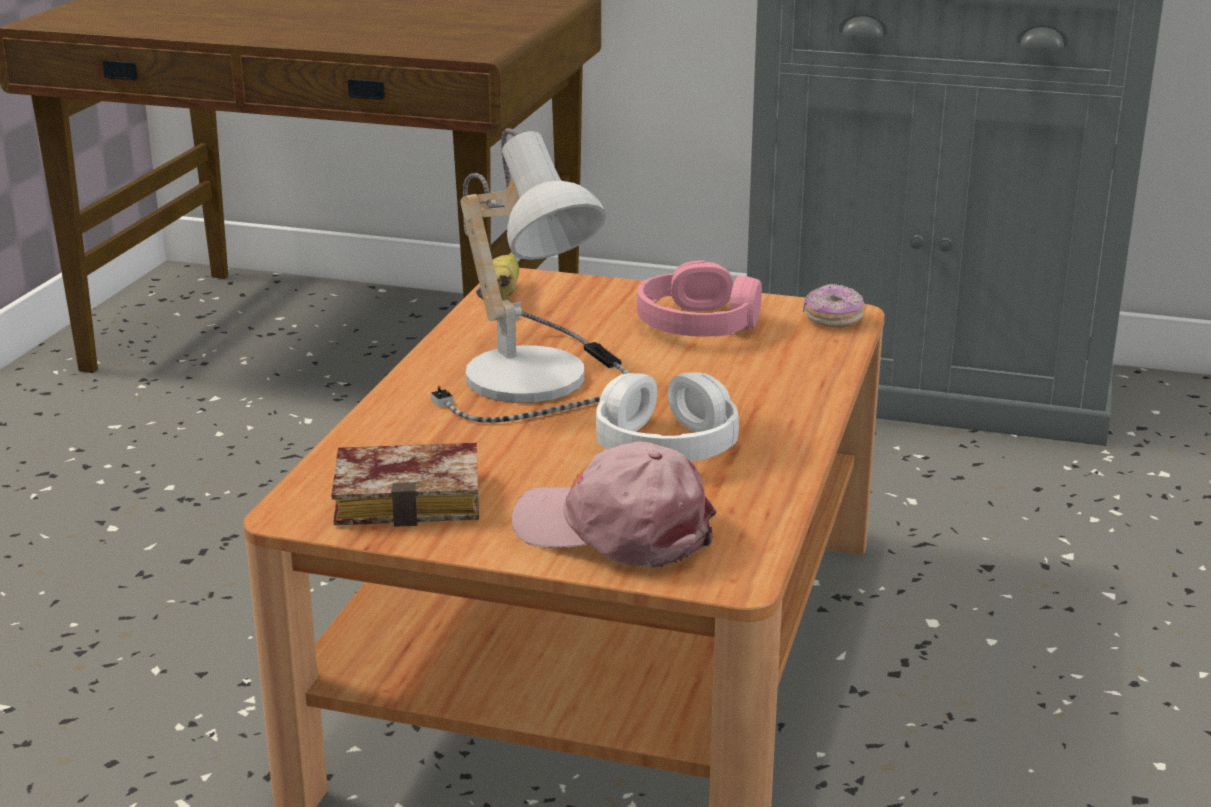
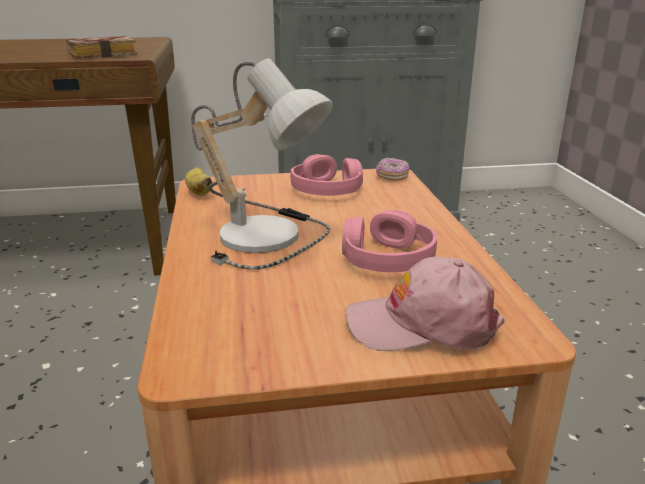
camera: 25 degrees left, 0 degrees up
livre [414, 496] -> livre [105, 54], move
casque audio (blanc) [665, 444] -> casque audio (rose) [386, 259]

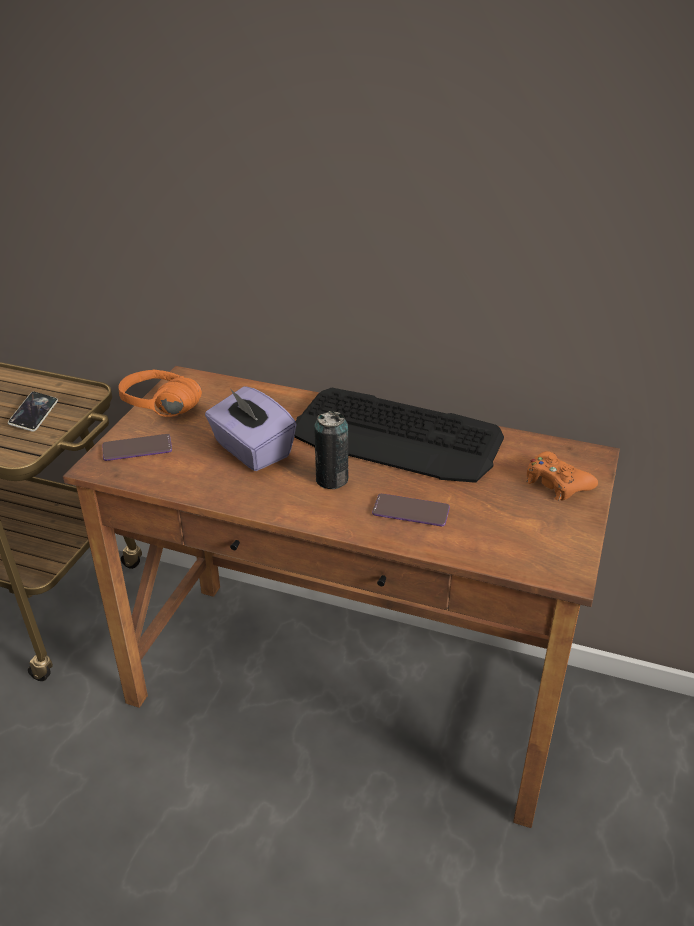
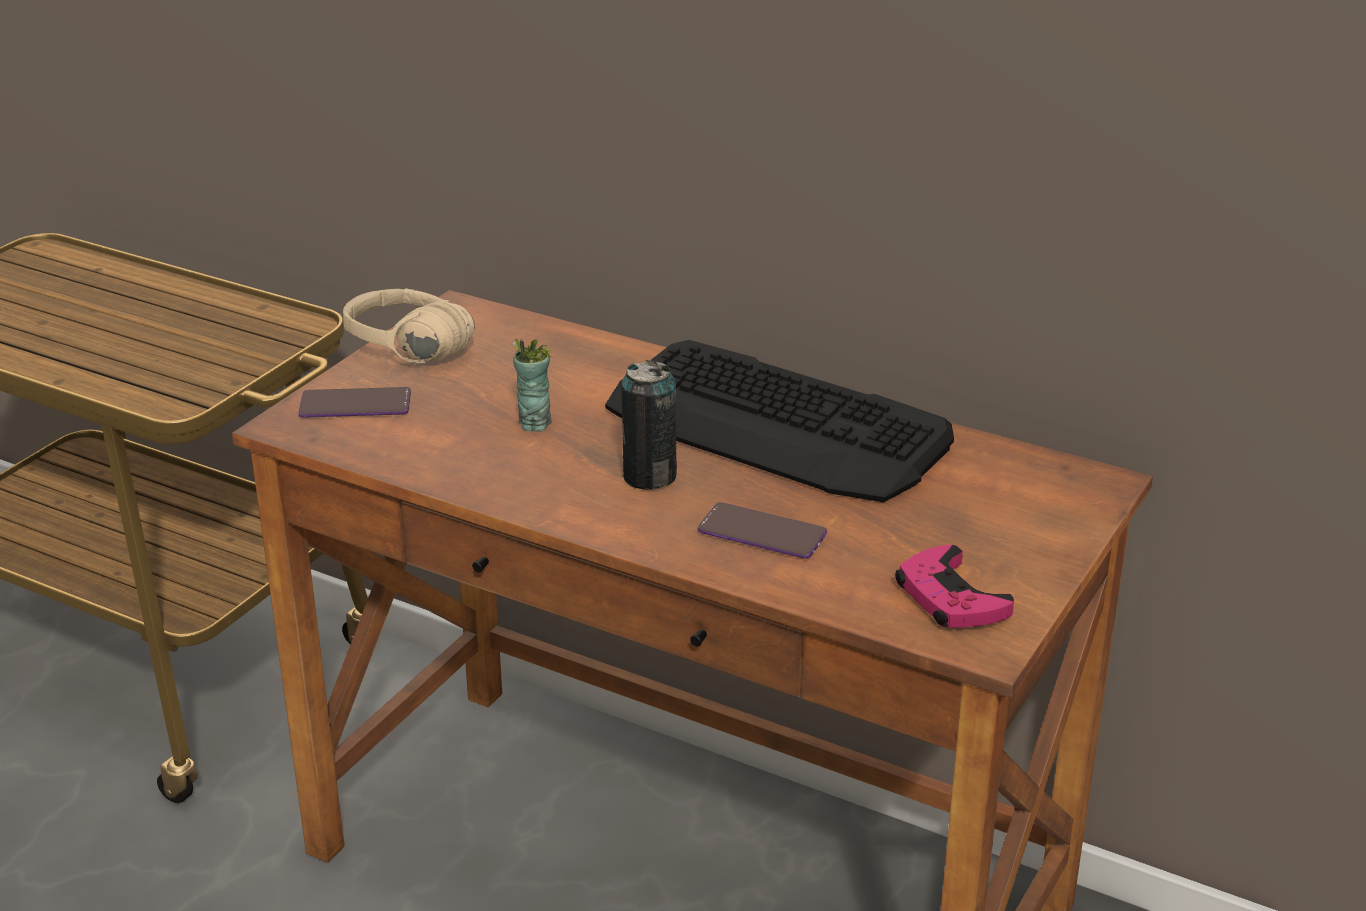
camera: 10 degrees right, 5 degrees down
casque audio (orange) [155, 412] -> casque audio (beige) [397, 355]
boîte à mouchoirs (violet) [251, 450] -> tasse [534, 423]
none -> manette (rose) [950, 598]
téléphone [34, 415] -> none
manette (orange) [557, 483] -> none

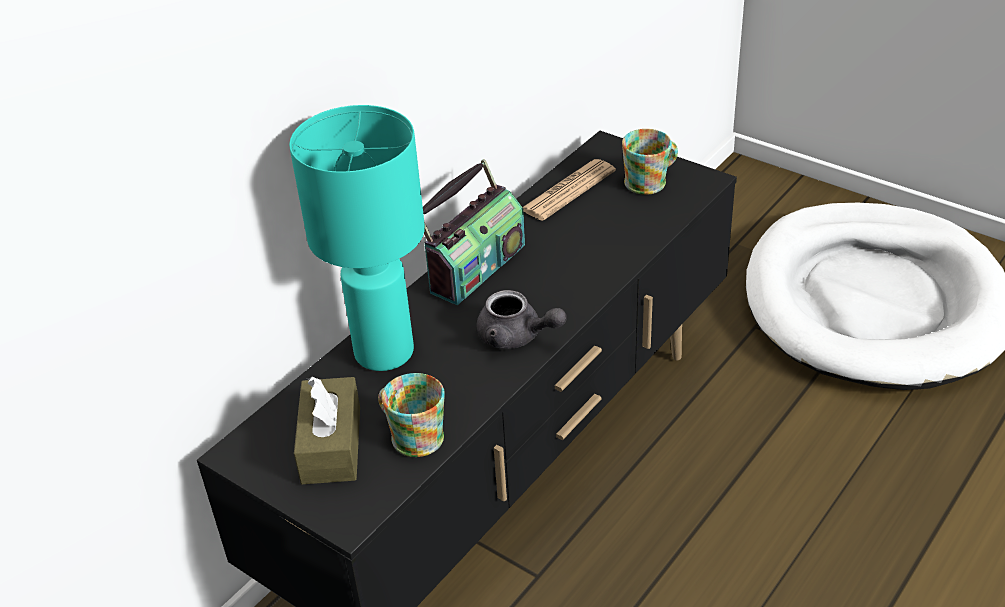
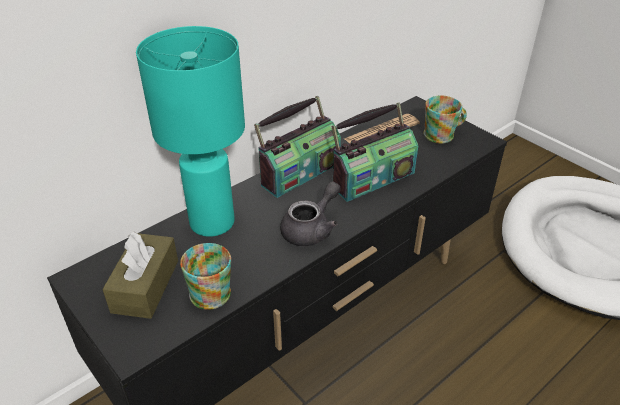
camera: 10 degrees right, 0 degrees up
théière (gris) [517, 337] -> théière (gris) [311, 229], 90 degrees counterclockwise
none -> radio [372, 179]

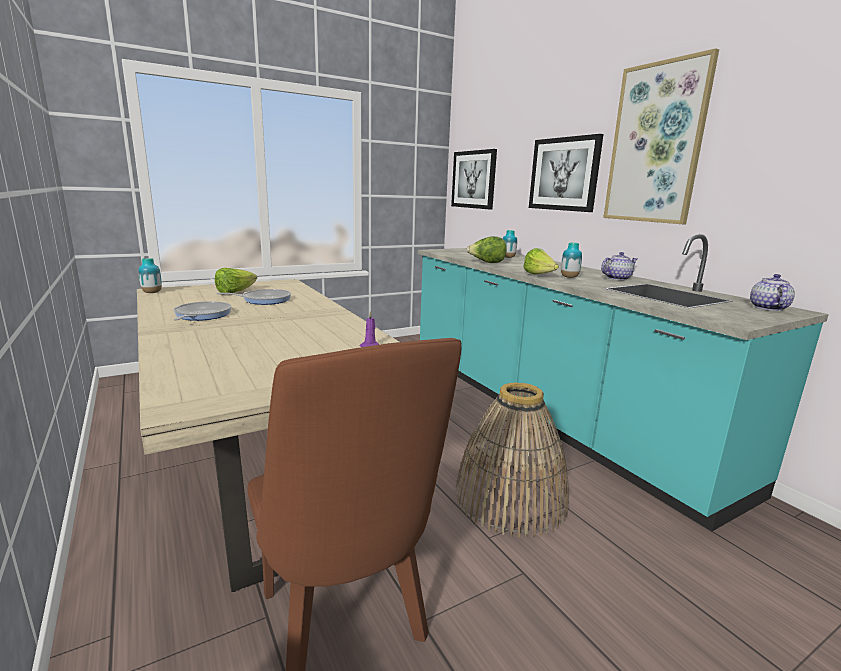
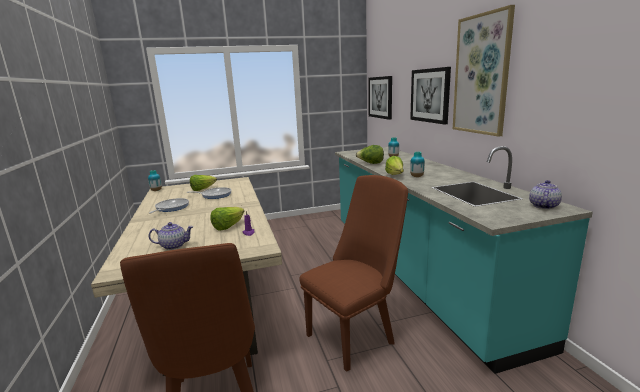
camera: 15 degrees right, 0 degrees up
théière [617, 278] -> théière [174, 246], move
none -> laitue [228, 227]
panier [510, 498] -> chaise (marron) [355, 335]

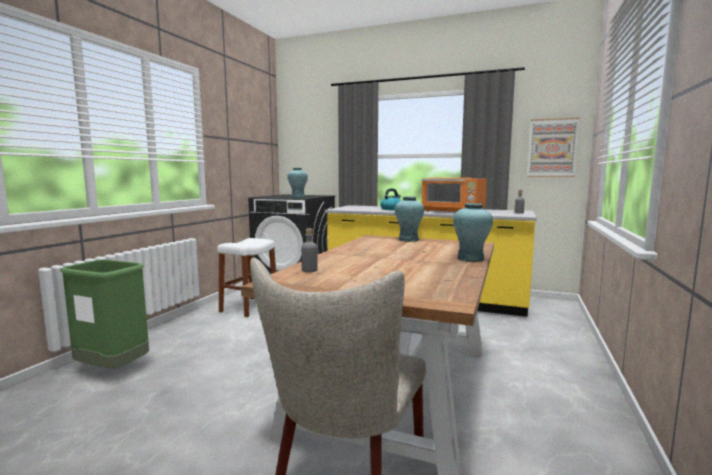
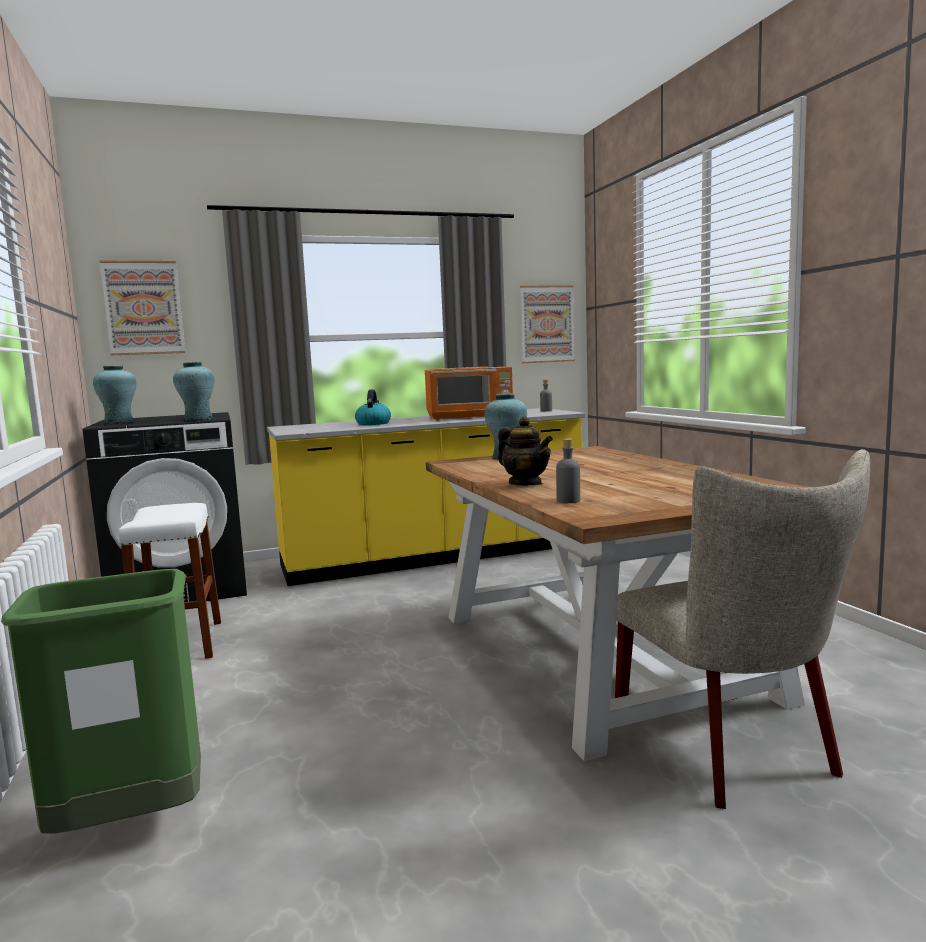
camera: 40 degrees left, 0 degrees up
vase (turquoise) [470, 259] -> vase (turquoise) [119, 423], move
none -> tableau [143, 308]
none -> théière [525, 484]

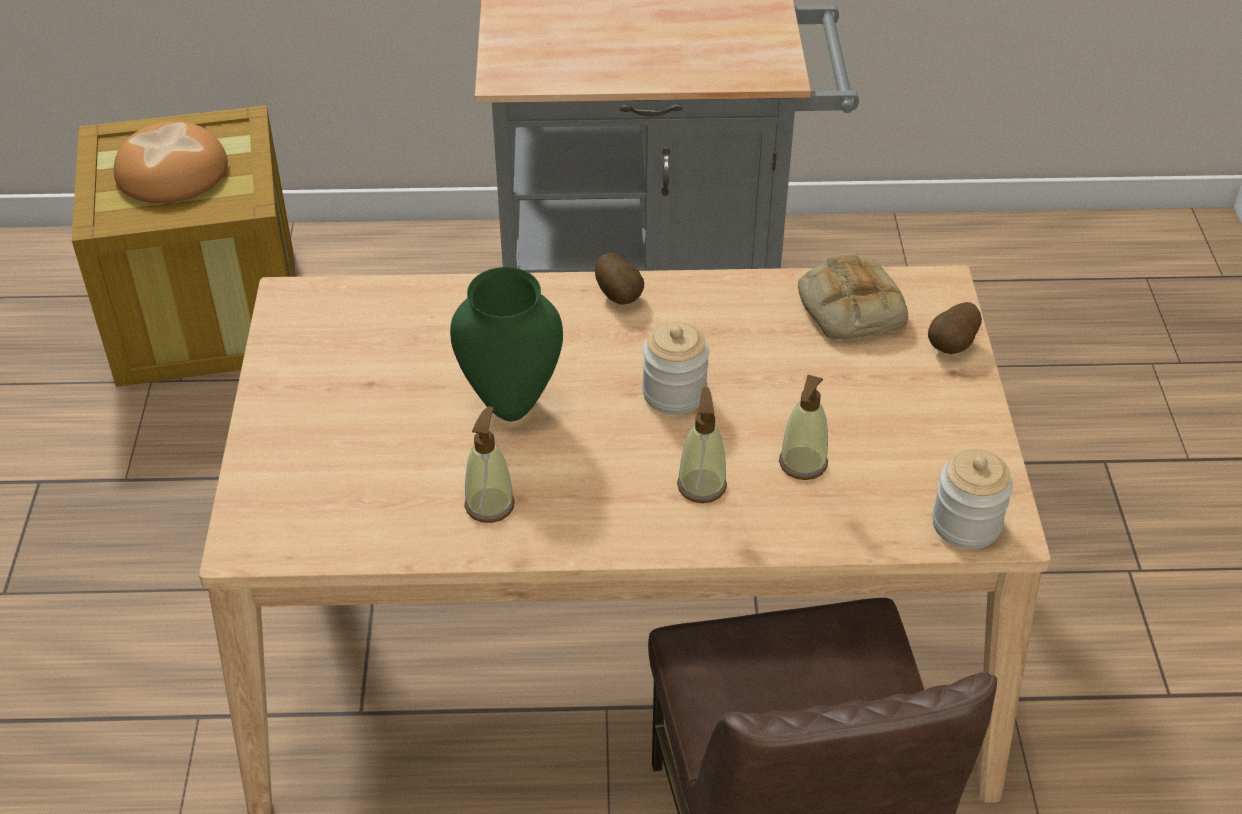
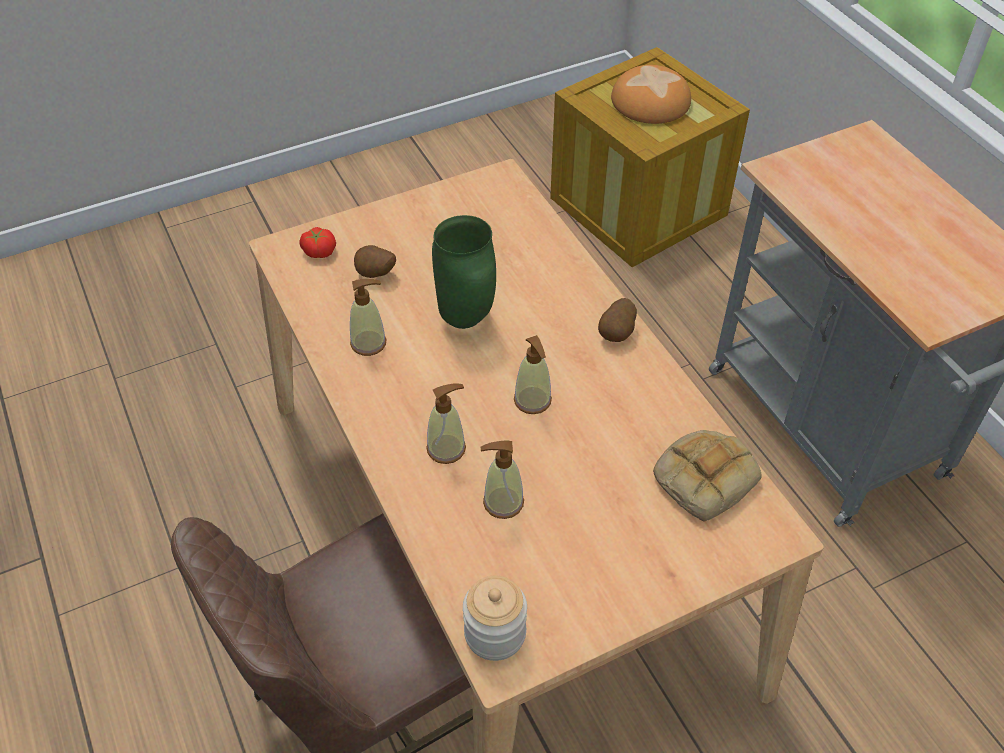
camera: 65 degrees right, 5 degrees up
none -> tomate [319, 251]
pomme de terre [952, 346] -> pomme de terre [375, 275], move
bocal [674, 393] -> distributeur de savon [532, 400]

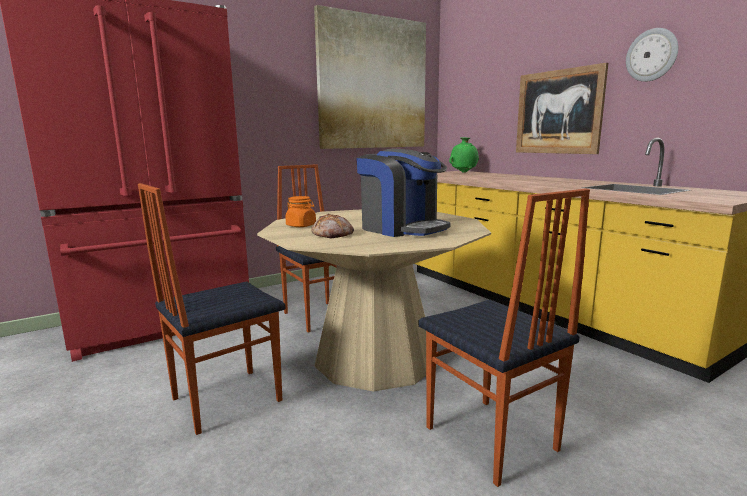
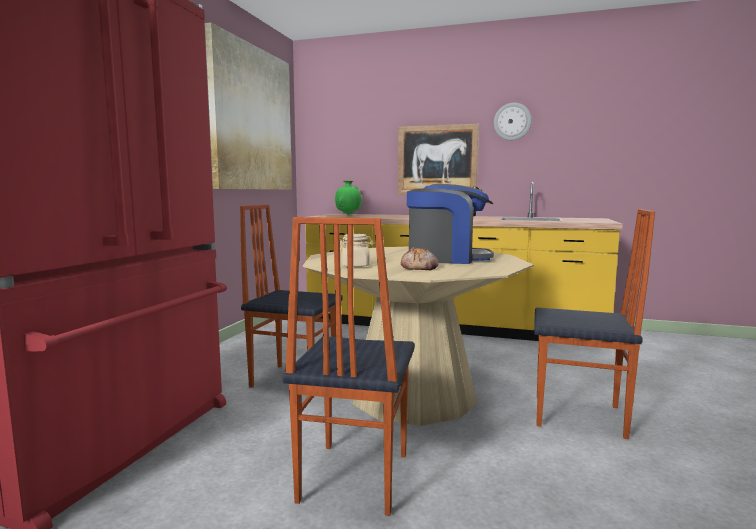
camera: 40 degrees left, 5 degrees down
bocal (orange) [301, 225] -> bocal (beige) [355, 266]

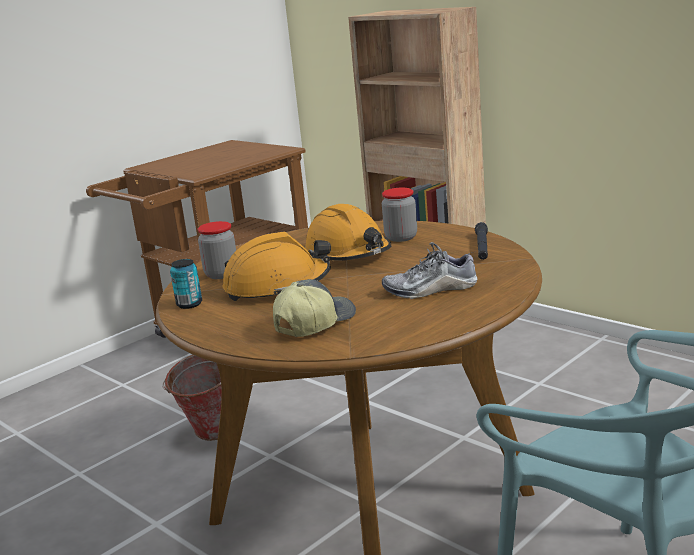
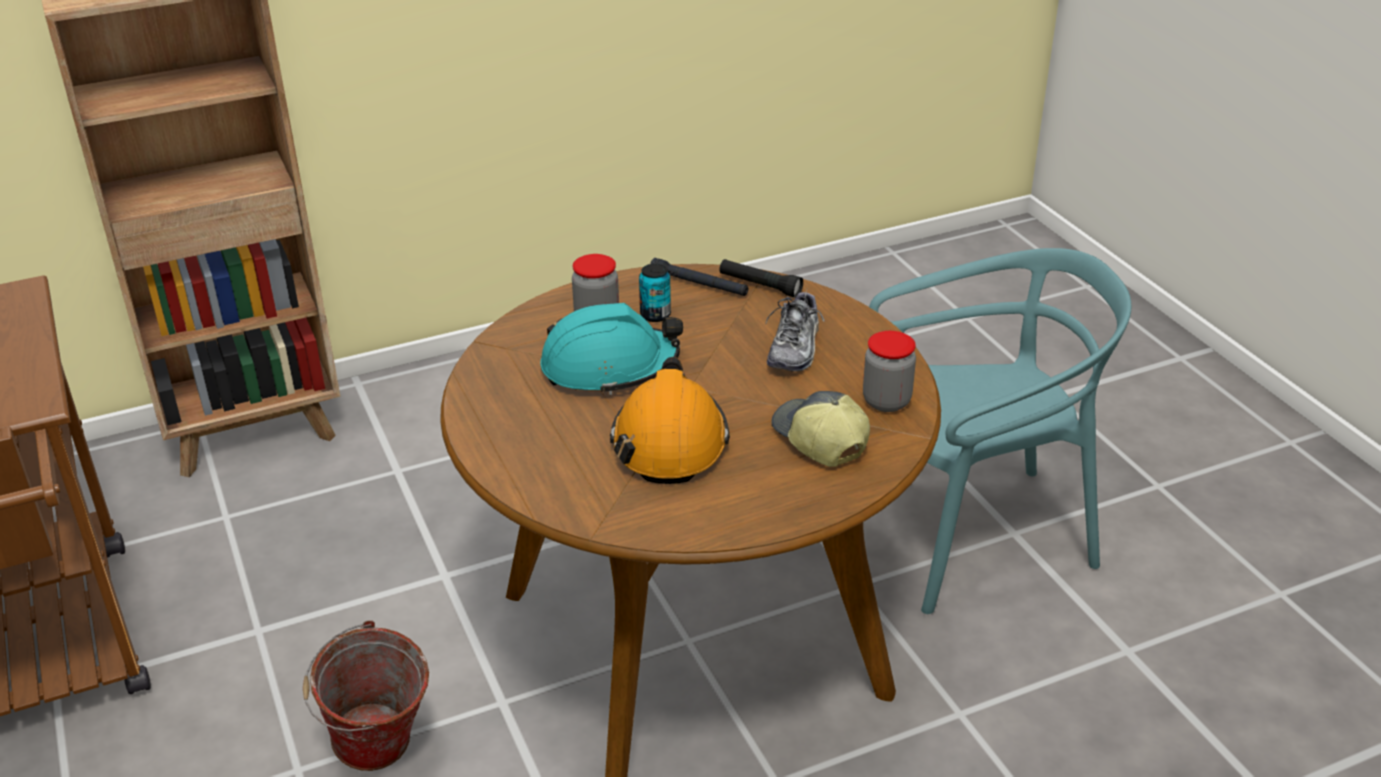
camera: 70 degrees left, 15 degrees up
casque de chantier (orange) [348, 253] -> casque de chantier (turquoise) [610, 367]
boîte métallique [189, 304] -> boîte métallique [655, 315], move
none -> lampe de poche (noir) [760, 285]
bocal [221, 274] -> bocal [886, 401], move

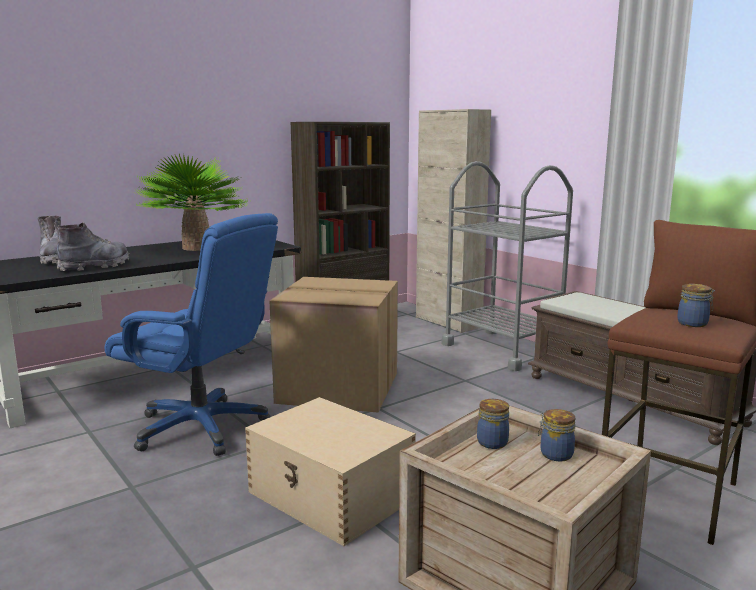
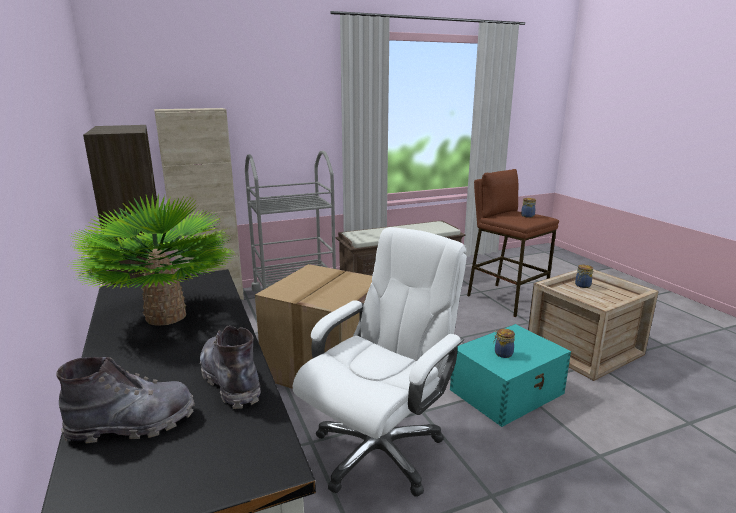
camera: 75 degrees left, 5 degrees up
chaise de bureau (bleu) [202, 427] -> chaise de bureau (blanc) [379, 450]
boîte de rangement (beige) [331, 496] -> boîte de rangement (turquoise) [508, 391]
bocal [492, 442] -> bocal [502, 353], move

